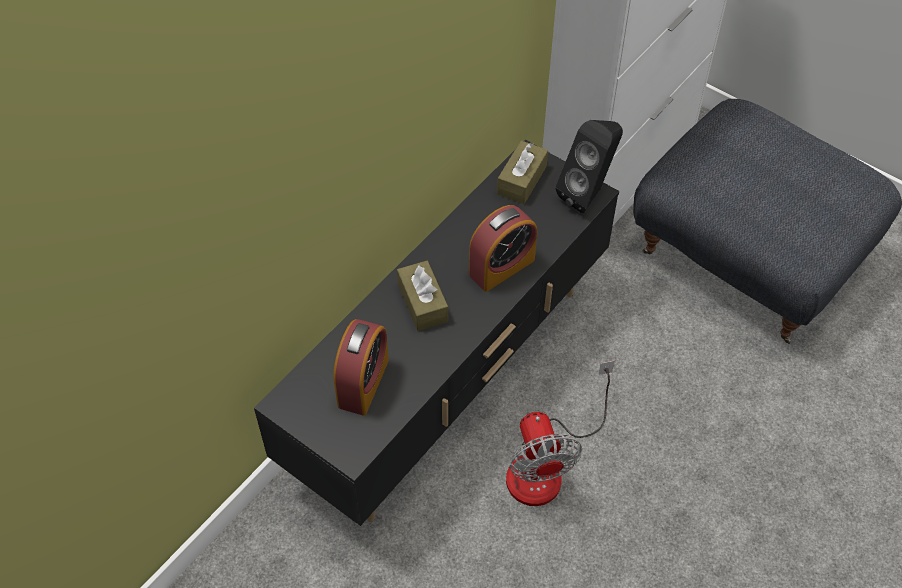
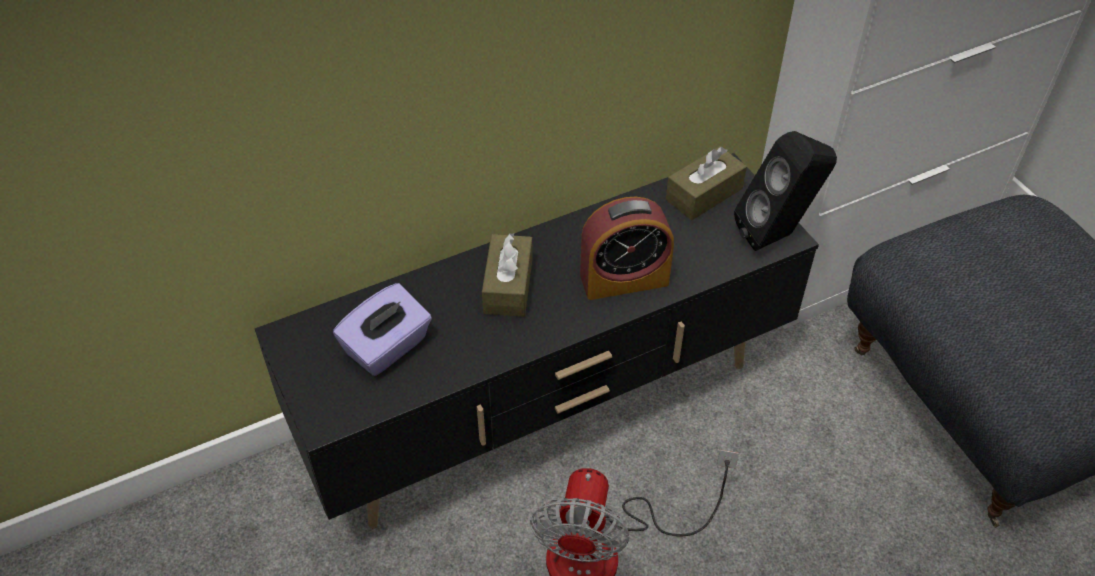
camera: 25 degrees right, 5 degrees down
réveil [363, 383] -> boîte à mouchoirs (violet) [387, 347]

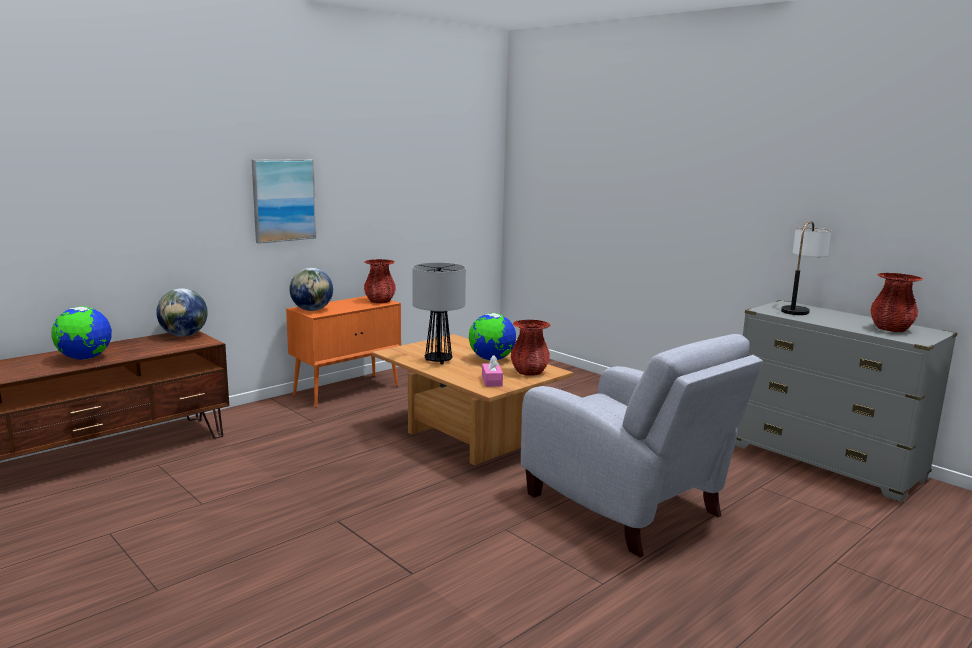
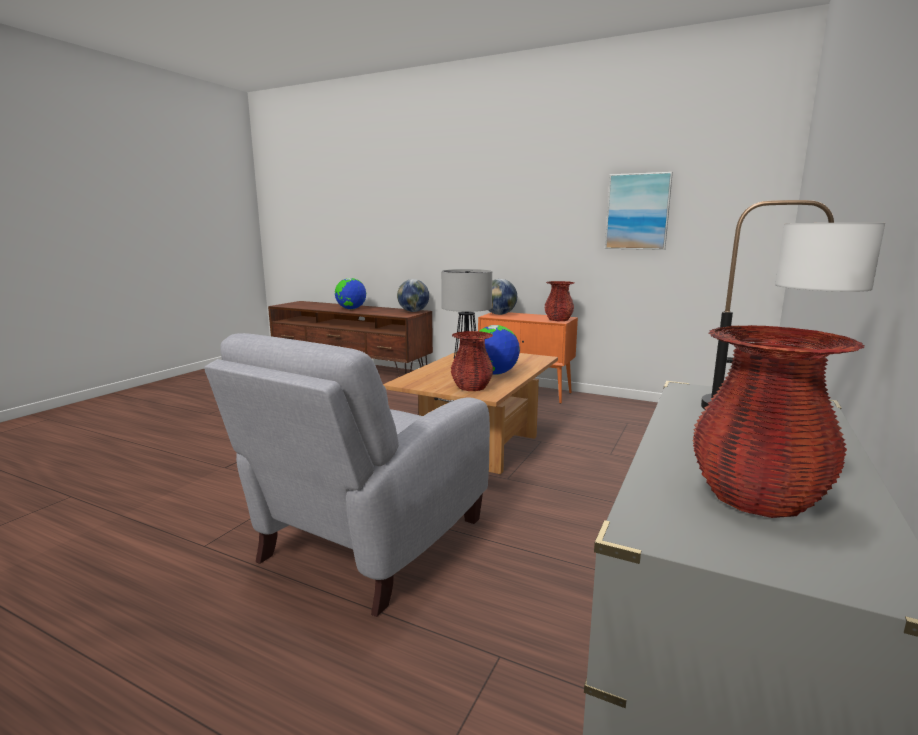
camera: 70 degrees right, 0 degrees up
tableau [283, 200] -> tableau [637, 211], move
boîte à mouchoirs (rose) [492, 381] -> none

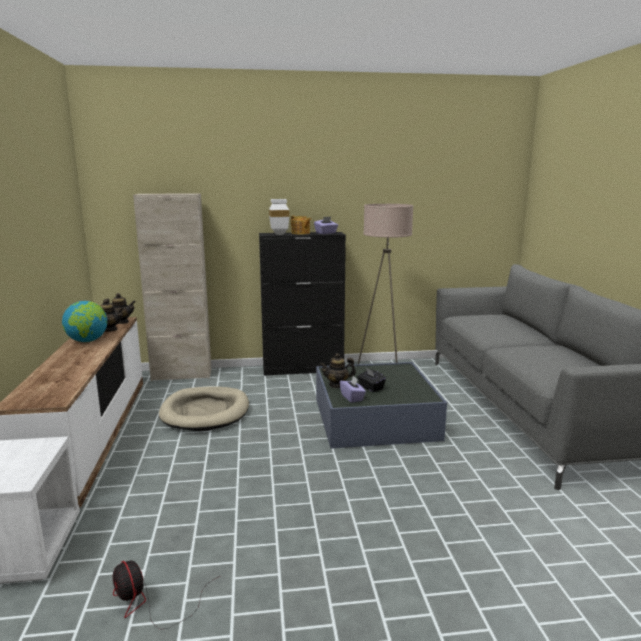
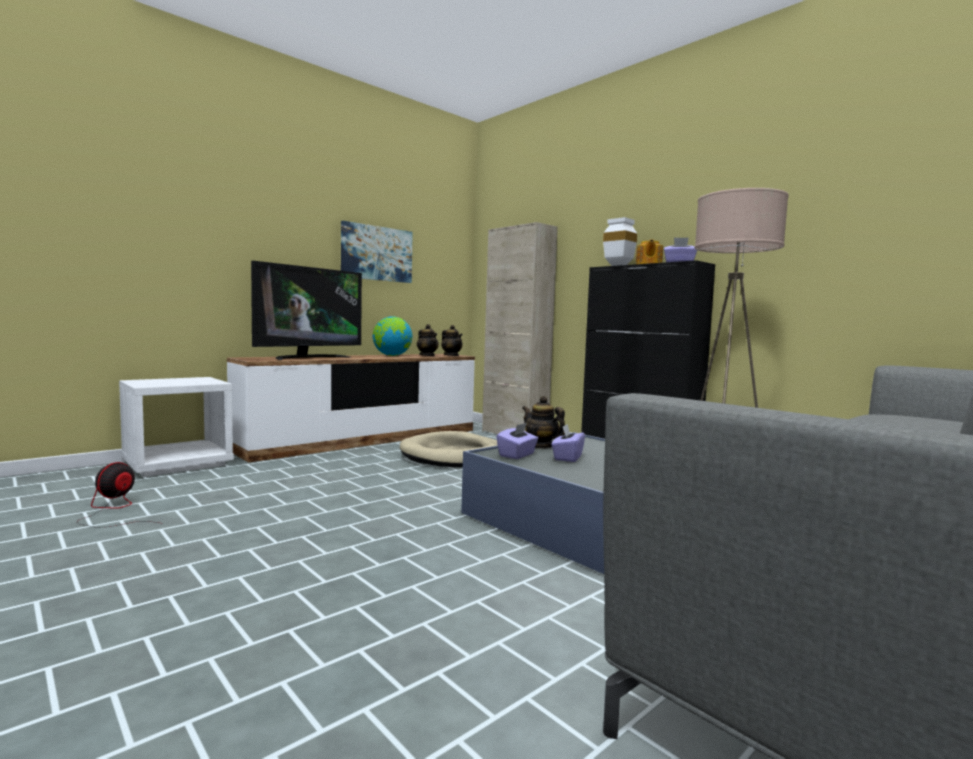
camera: 55 degrees right, 10 degrees down
none -> téléviseur [308, 358]
none -> tableau [376, 253]
boîte à mouchoirs (noir) [370, 387] -> boîte à mouchoirs (violet) [567, 457]

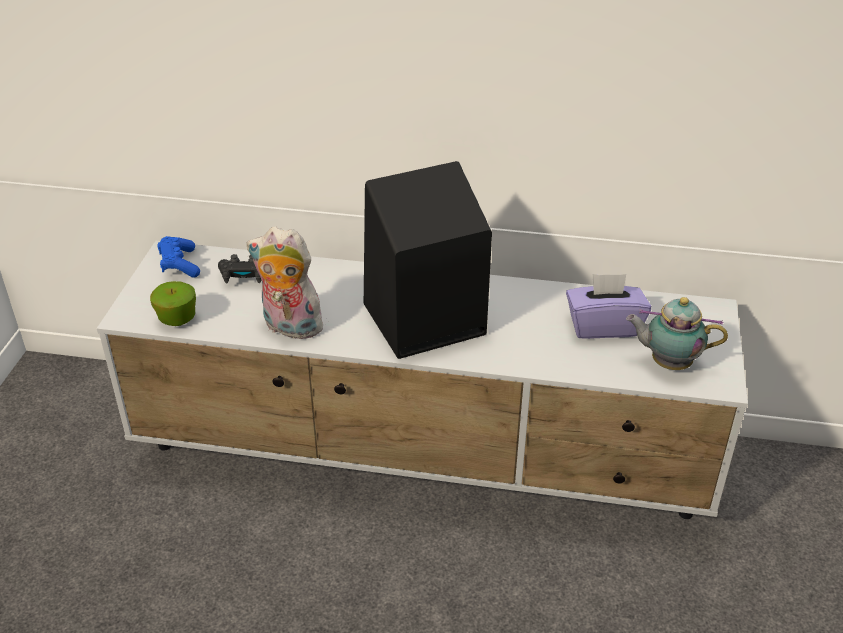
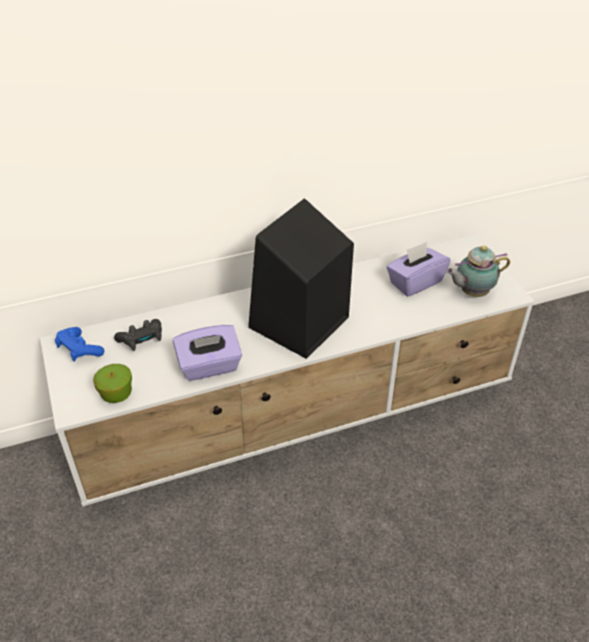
camera: 30 degrees left, 5 degrees up
peluche [289, 327] -> boîte à mouchoirs (violet) [209, 366]

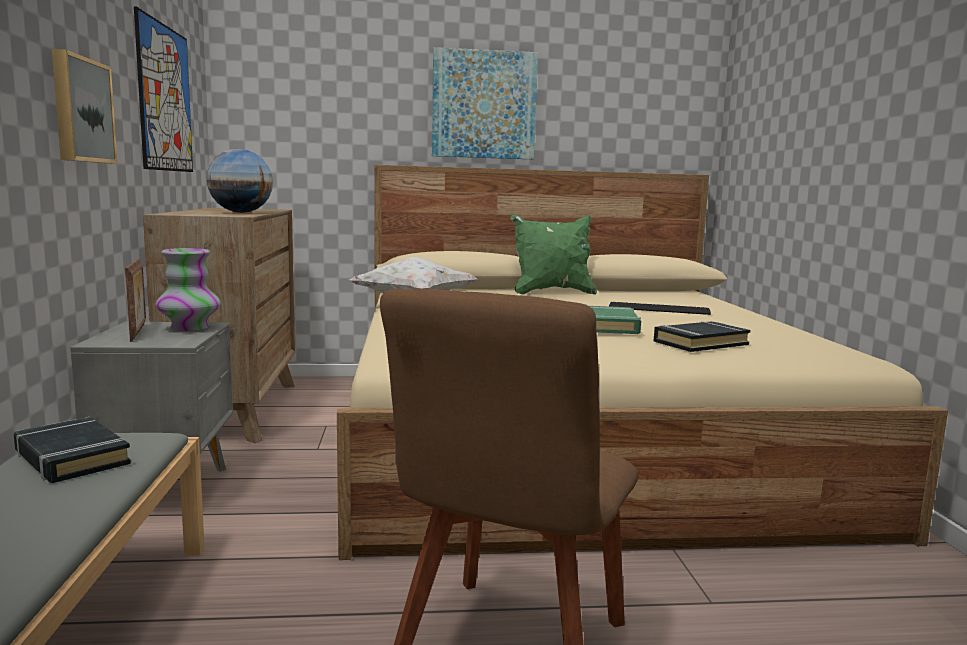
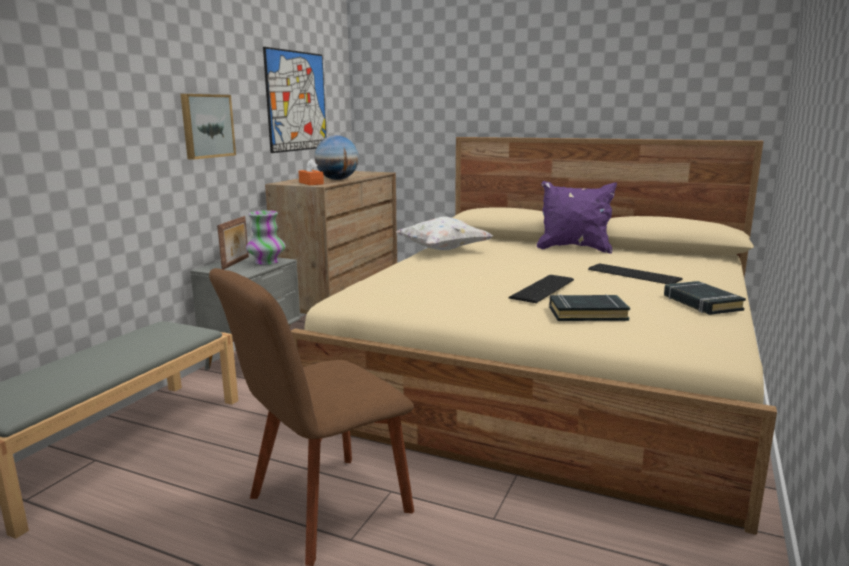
camera: 30 degrees right, 5 degrees up
none -> boîte à mouchoirs (orange) [311, 183]
livre (vert) [611, 326] -> clavier [544, 288]
coussin (vert) [551, 292] -> coussin (violet) [574, 249]
livre (noir) [71, 458] -> livre (noir) [701, 303], move
tableau [484, 105] -> none

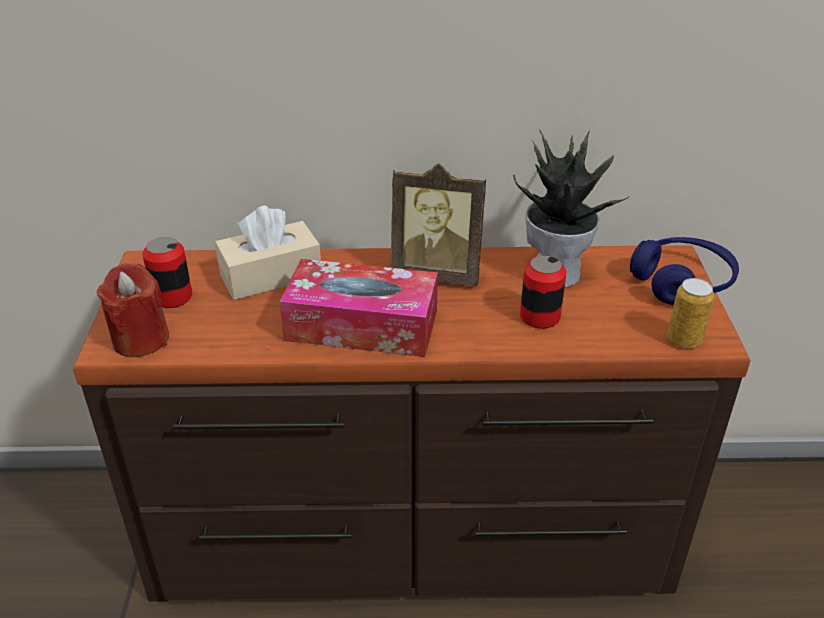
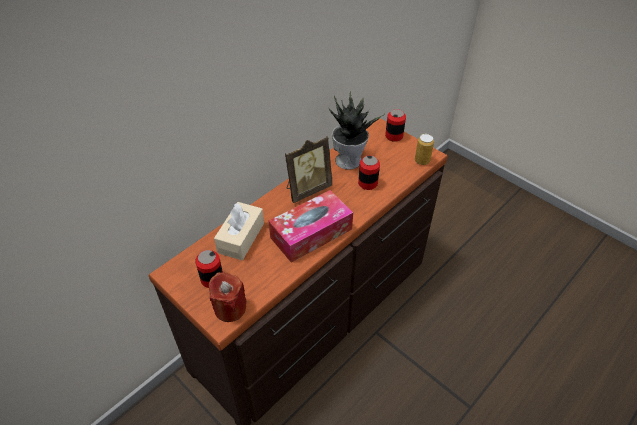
camera: 45 degrees left, 10 degrees up
casque audio (bleu) [682, 282] -> boîte métallique [394, 136]

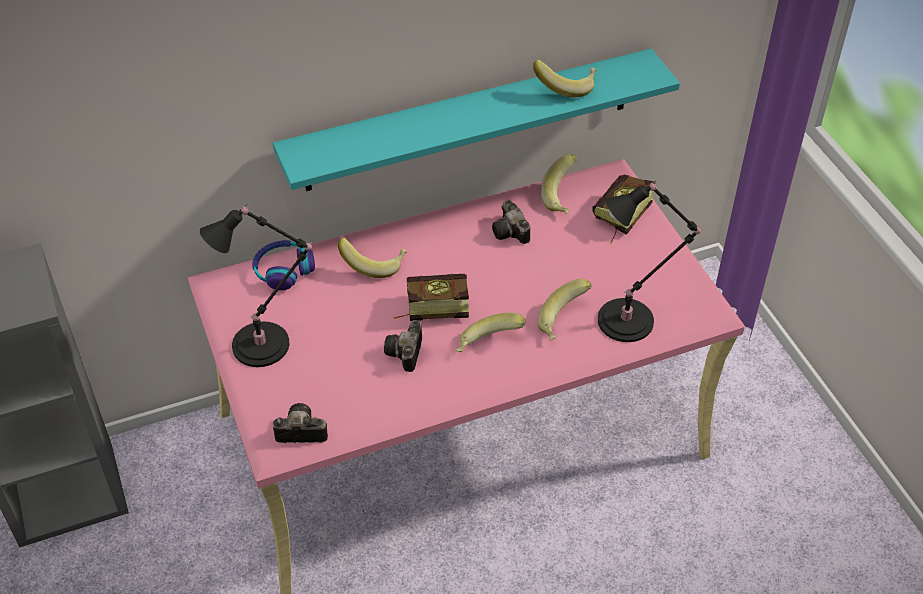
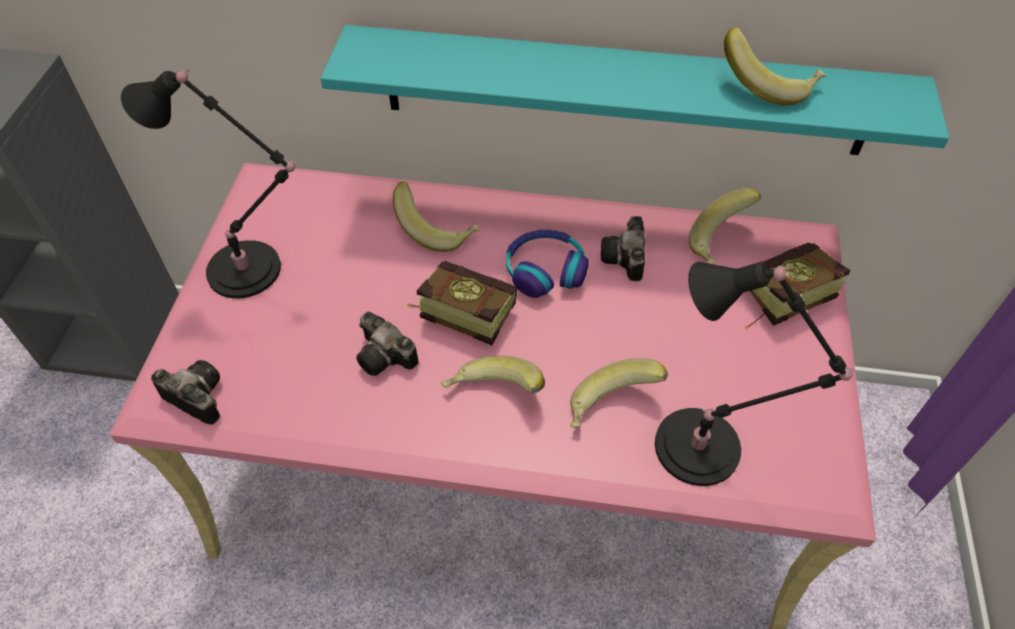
camera: 30 degrees right, 5 degrees up
appareil photo [405, 354] -> appareil photo [387, 357], 90 degrees counterclockwise
casque audio [283, 270] -> casque audio [545, 270], move

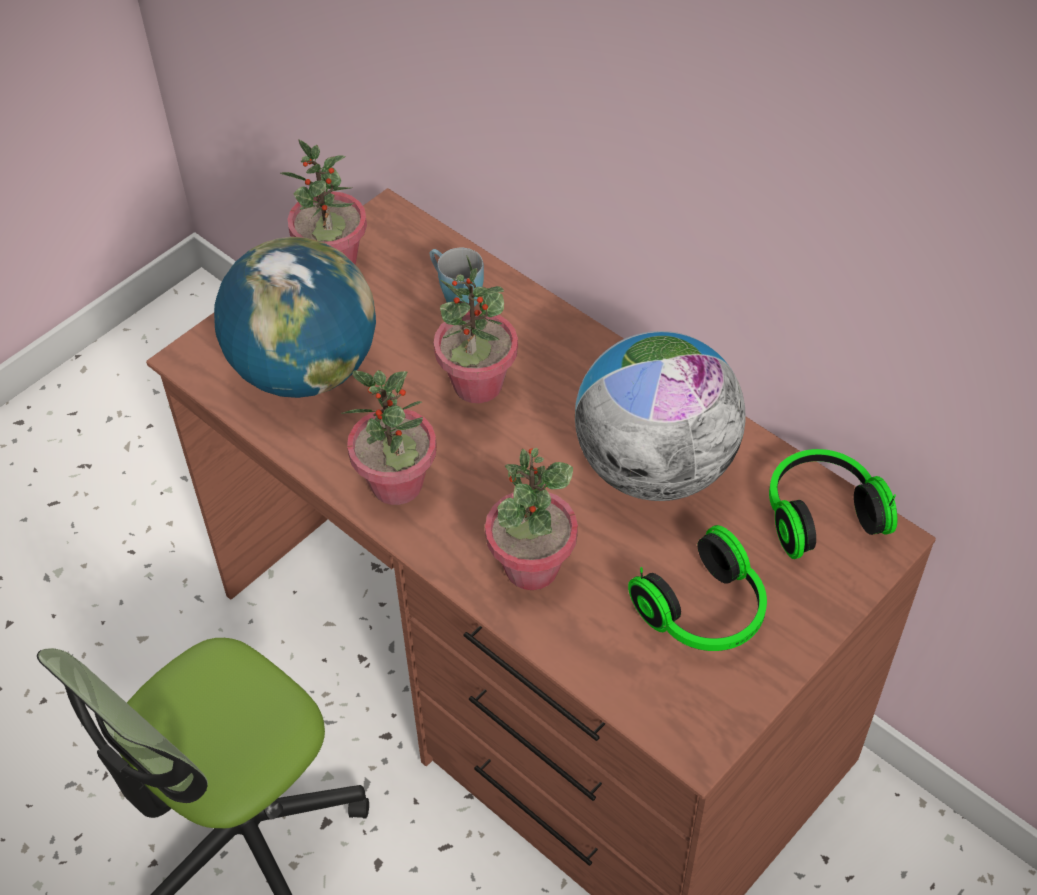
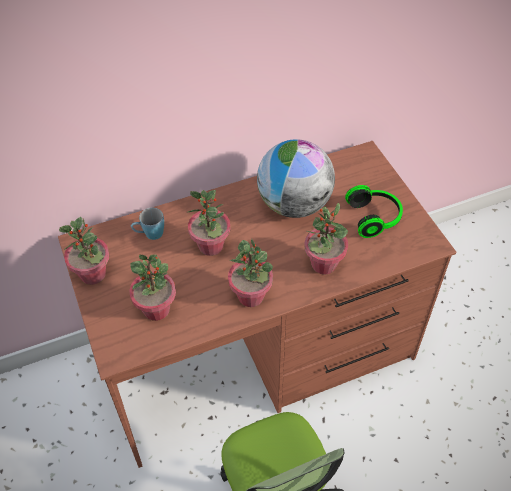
camera: 65 degrees left, 0 degrees up
globe [305, 370] -> plante en pot [157, 309]
casque audio [820, 513] -> none

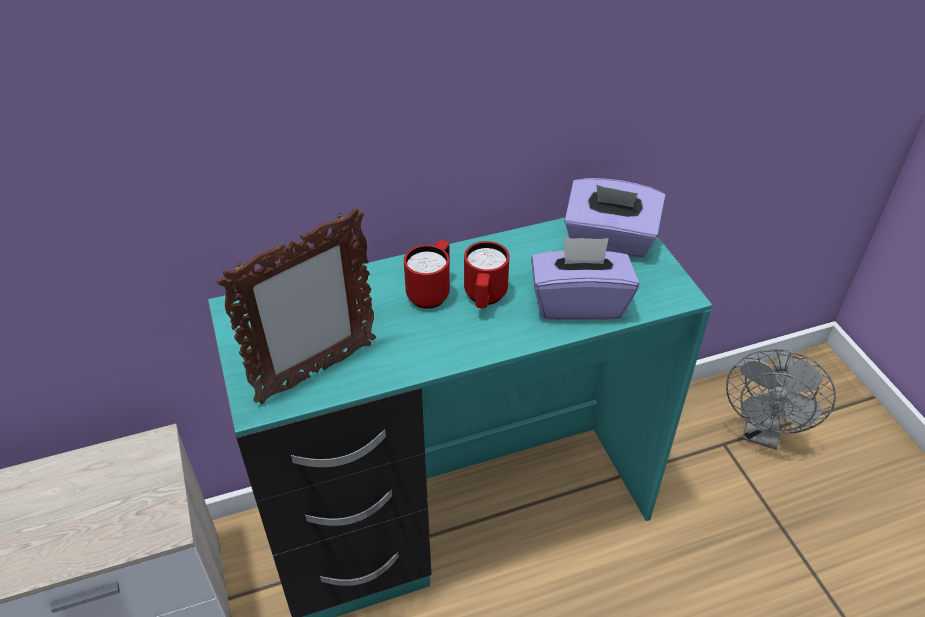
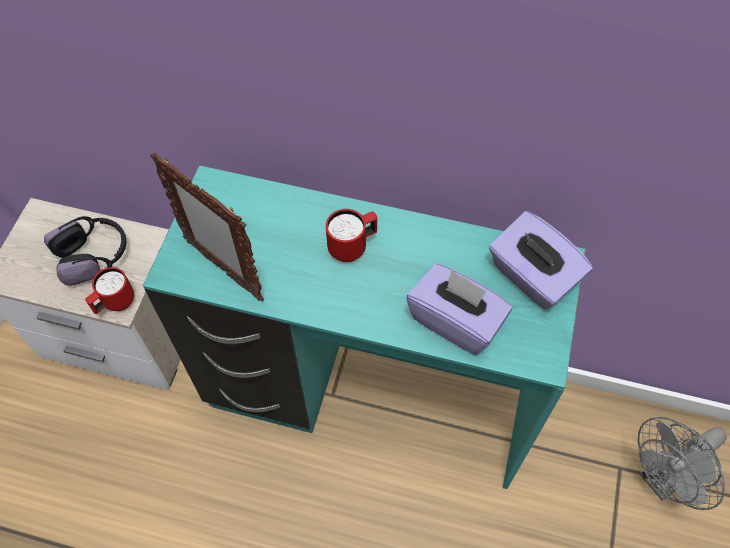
camera: 35 degrees right, 15 degrees up
none -> casque audio [94, 256]
mug (rouge) [484, 299] -> mug (rouge) [115, 303], move
cadre photo [316, 372] -> cadre photo [223, 269], 45 degrees clockwise

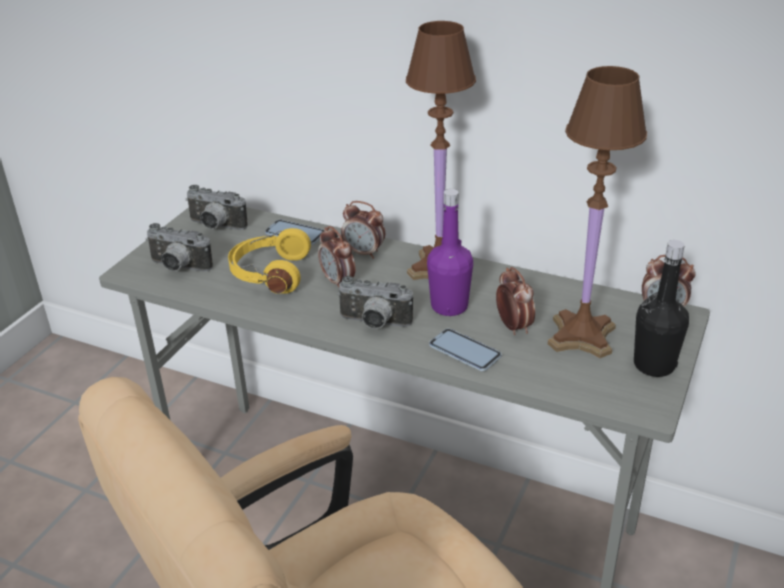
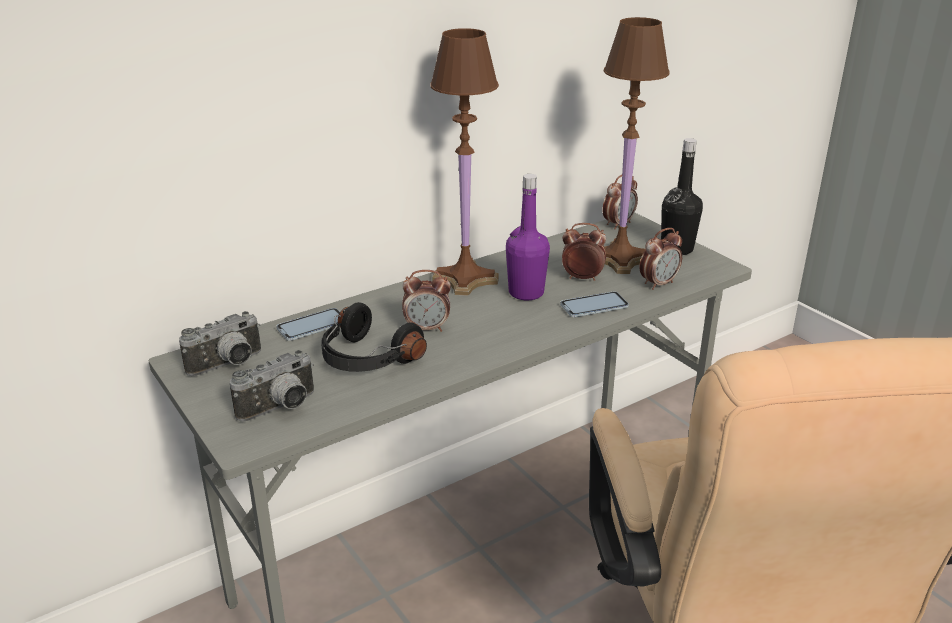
camera: 60 degrees left, 5 degrees down
casque audio (jaune) [269, 273] -> casque audio (noir) [366, 359]
réveil [364, 253] -> réveil [658, 284], move
appareil photo [374, 324] -> none

